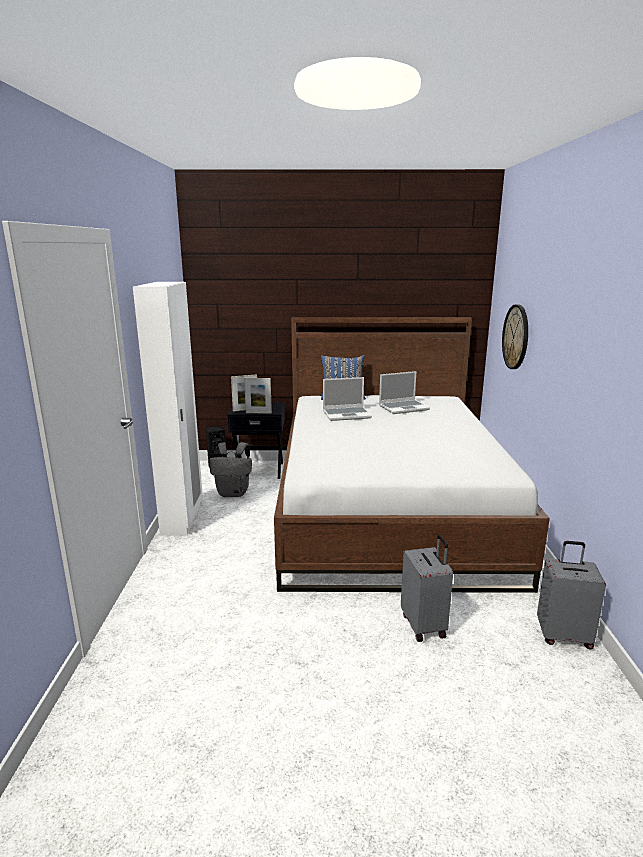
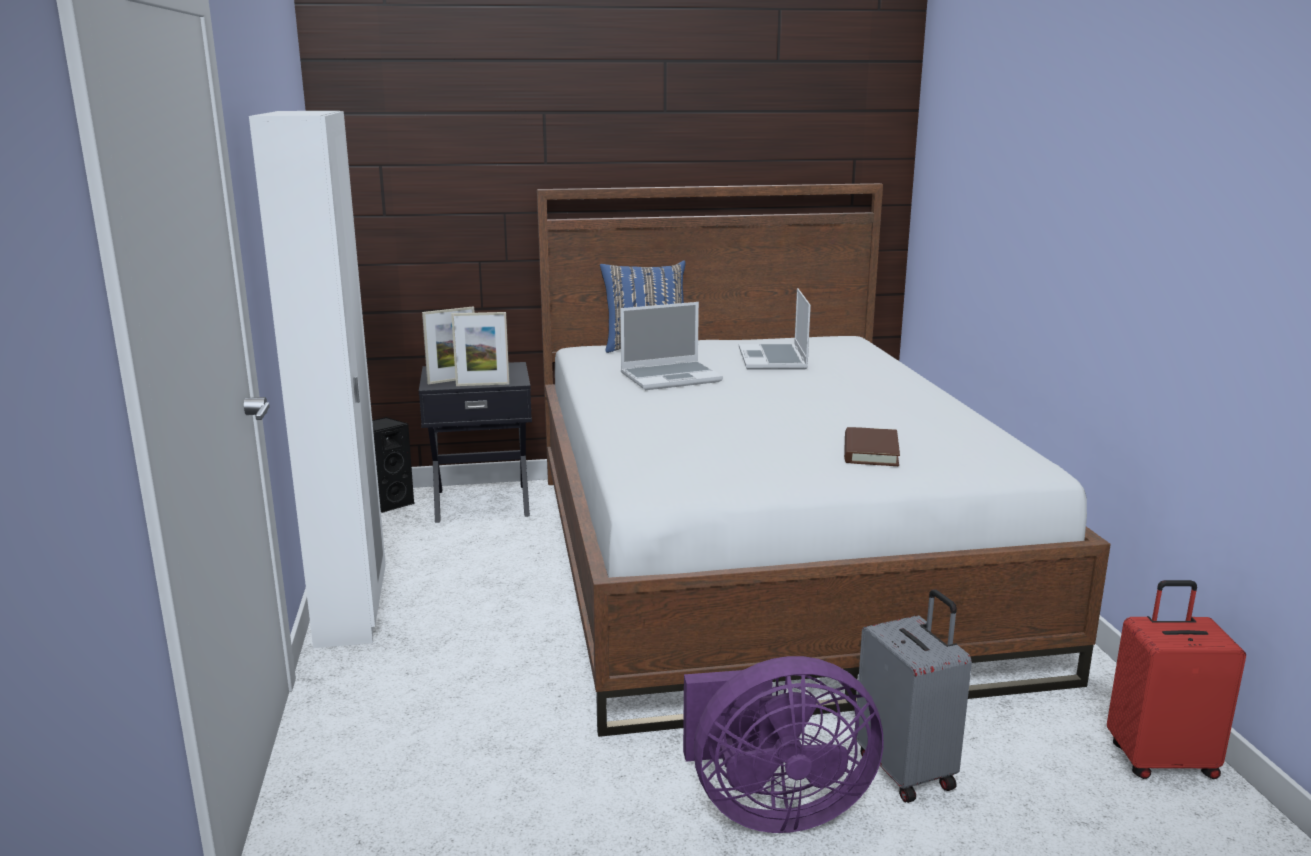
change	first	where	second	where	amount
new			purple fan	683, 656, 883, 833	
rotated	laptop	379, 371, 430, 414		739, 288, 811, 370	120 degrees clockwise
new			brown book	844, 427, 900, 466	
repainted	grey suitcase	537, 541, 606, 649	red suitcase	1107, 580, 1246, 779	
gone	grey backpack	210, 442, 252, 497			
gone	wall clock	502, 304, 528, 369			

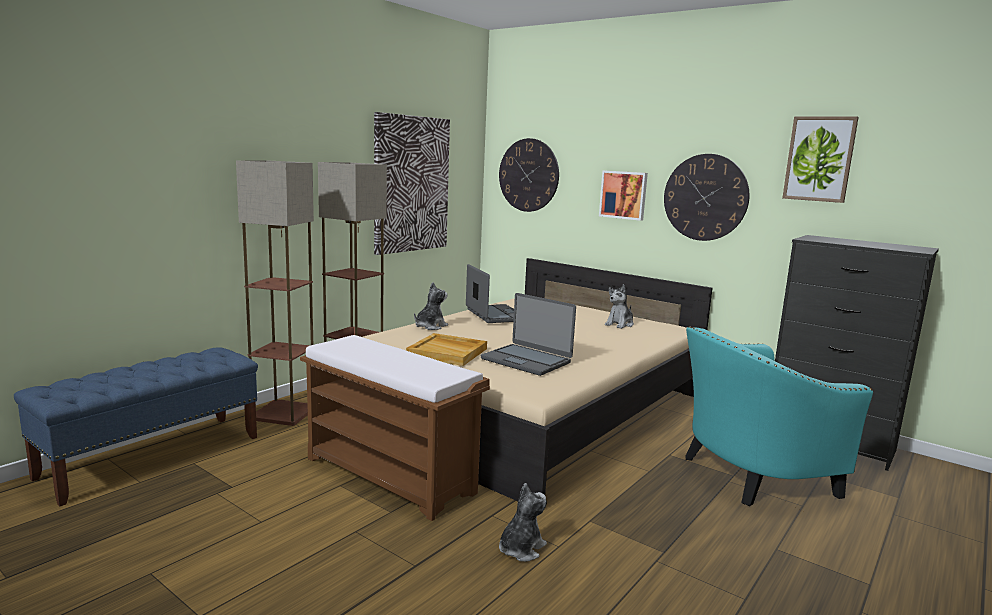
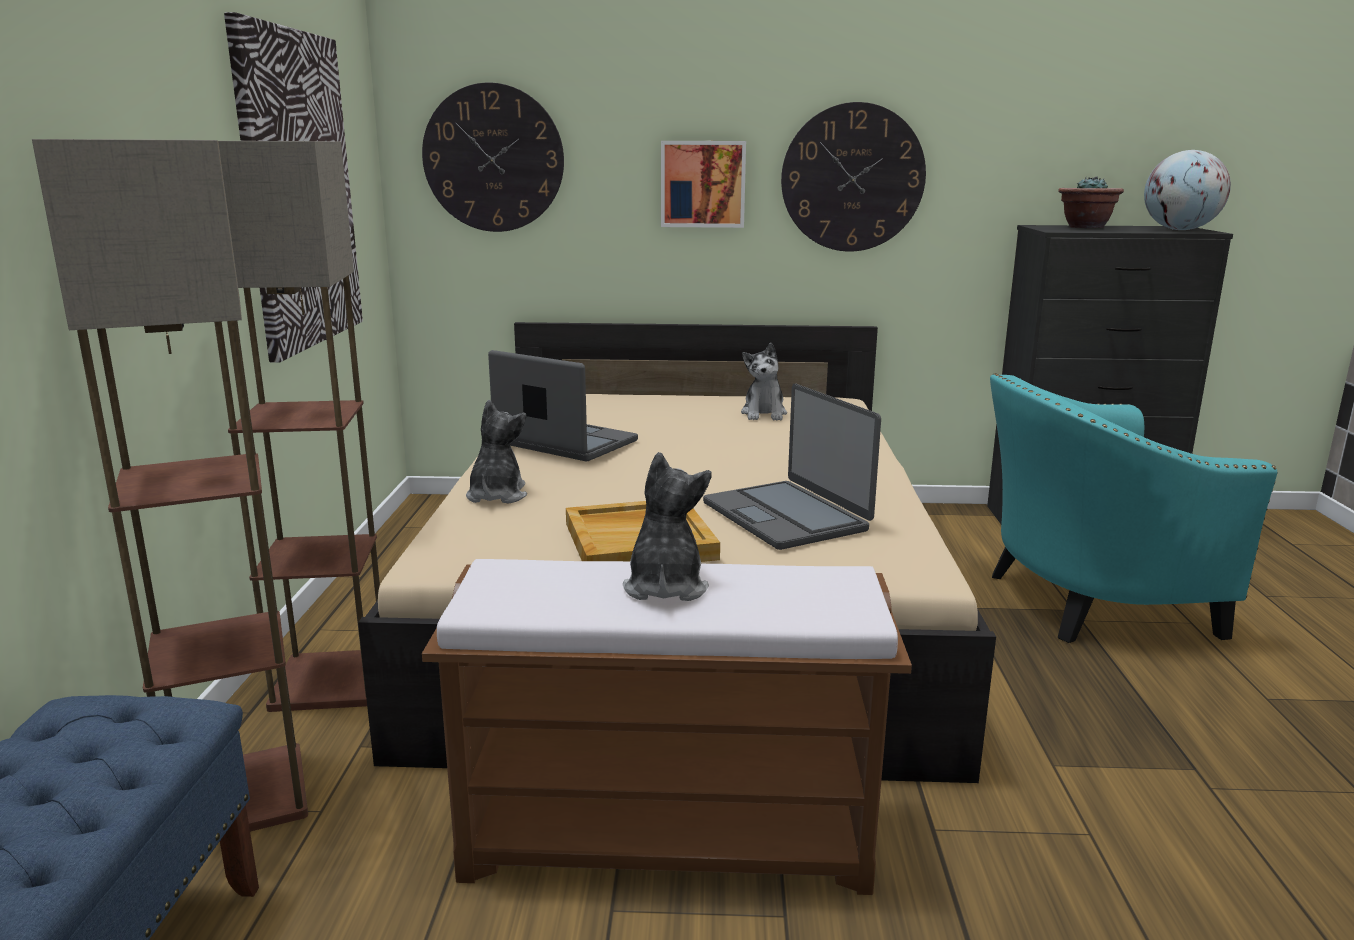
change	first	where	second	where	amount
shifted	plush toy	499, 483, 547, 562		623, 452, 712, 601	
rotated	laptop	481, 293, 576, 376		703, 384, 881, 550	60 degrees clockwise
rotated	turquoise armchair	685, 327, 873, 506		990, 373, 1278, 643	45 degrees clockwise
new			potted plant	1058, 176, 1124, 228	
new			globe	1144, 150, 1231, 230	
gone	picture	782, 116, 859, 203			

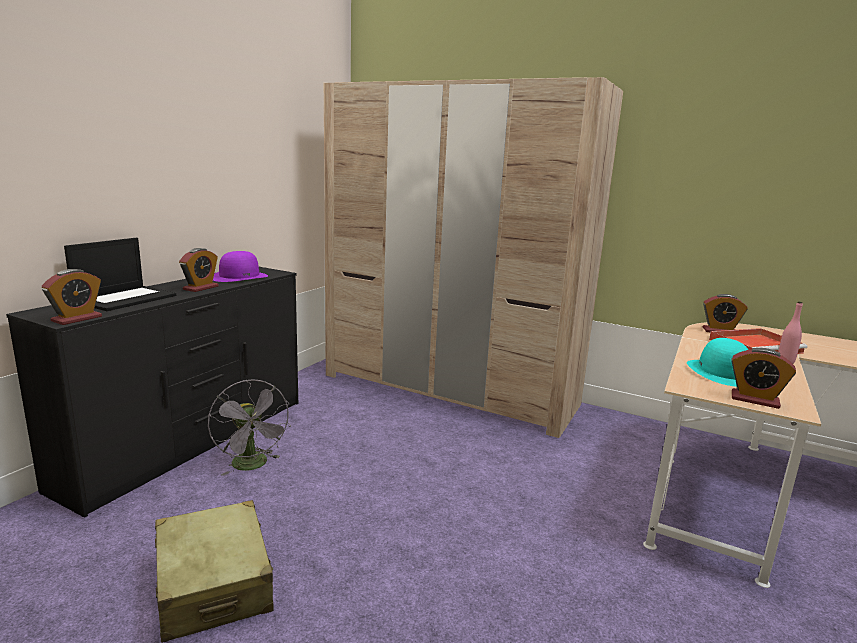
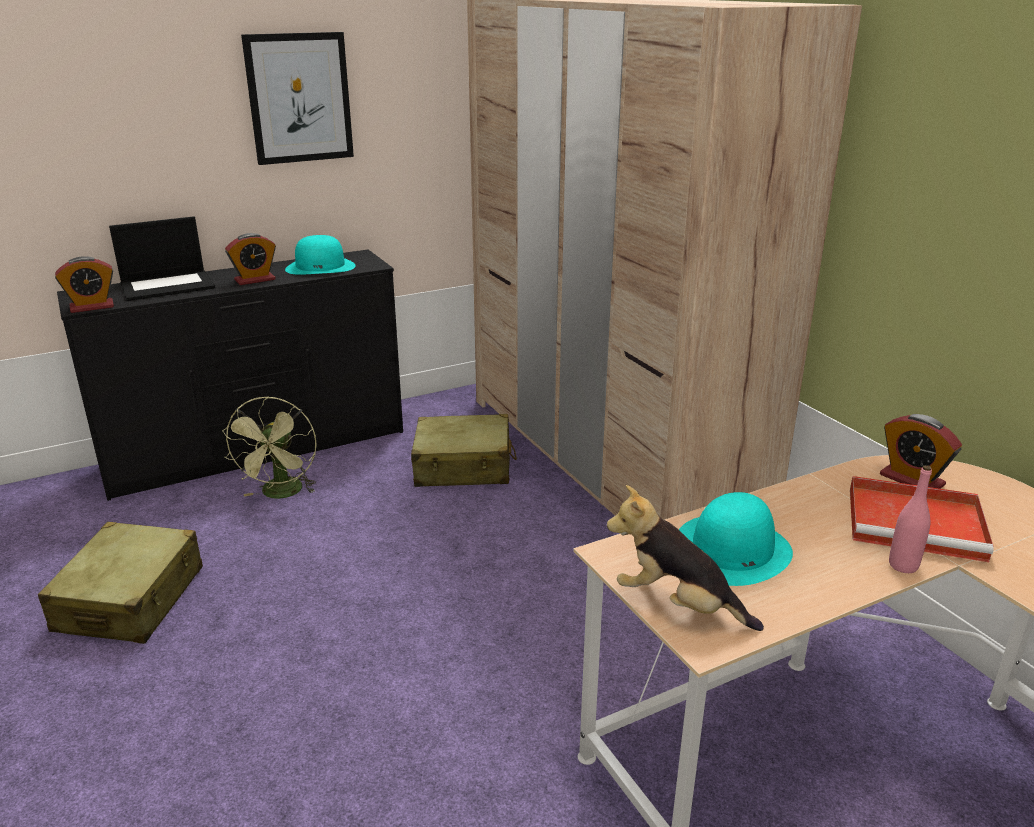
change	first	where	second	where	amount
repainted	grey fan	208, 379, 291, 476	green fan	222, 396, 317, 499	
new			picture	241, 32, 354, 165	
repainted	purple hat	213, 251, 268, 282	turquoise hat	285, 235, 356, 275	
new			beige suitcase	411, 414, 517, 487	
swapped	alarm clock	731, 348, 796, 409	plush toy	607, 485, 764, 631	

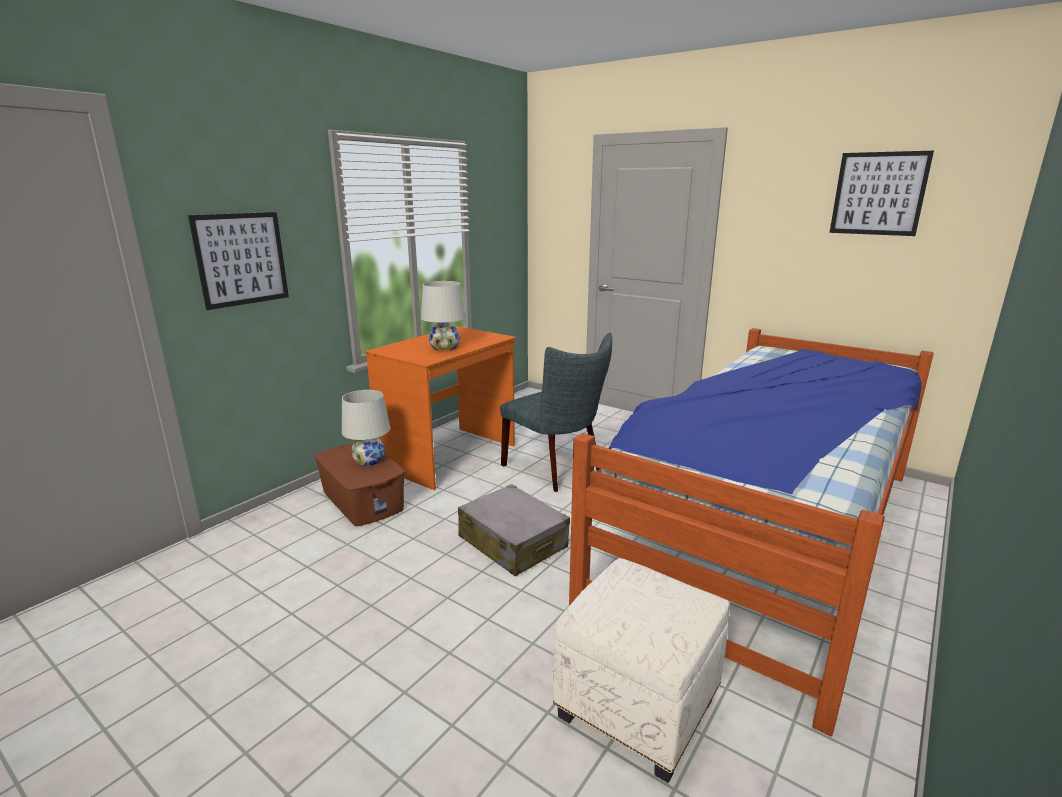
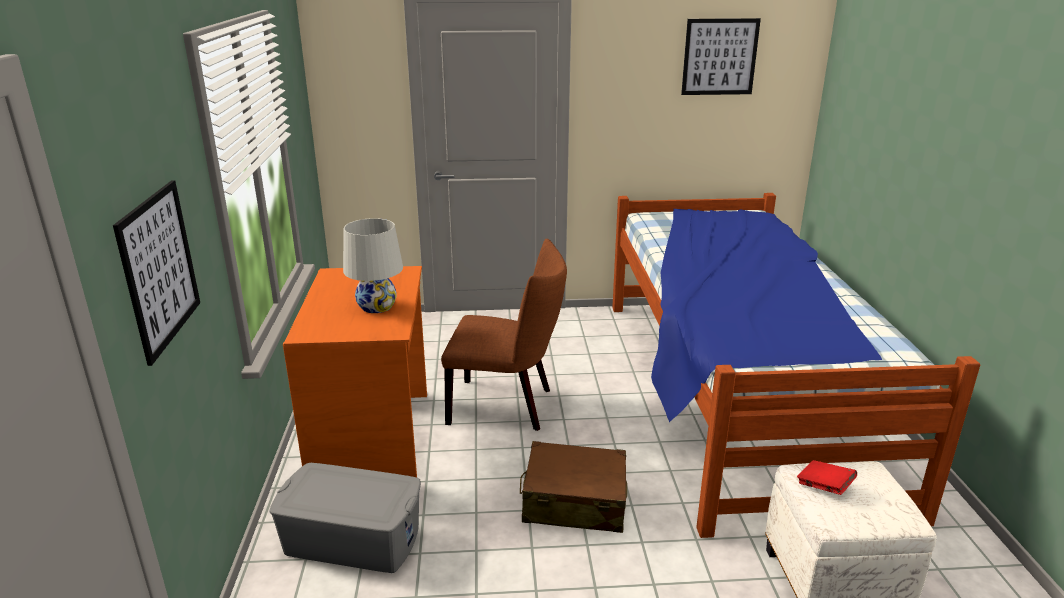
change	first	where	second	where	amount
repainted	brown storage box	314, 443, 405, 526	grey storage box	270, 463, 421, 573	
repainted	grey chair	500, 332, 612, 492	brown chair	441, 239, 567, 431	
repainted	grey suitcase	458, 484, 570, 576	brown suitcase	520, 441, 627, 533	
new			red book	797, 460, 857, 495	
gone	white table lamp	342, 390, 390, 466			

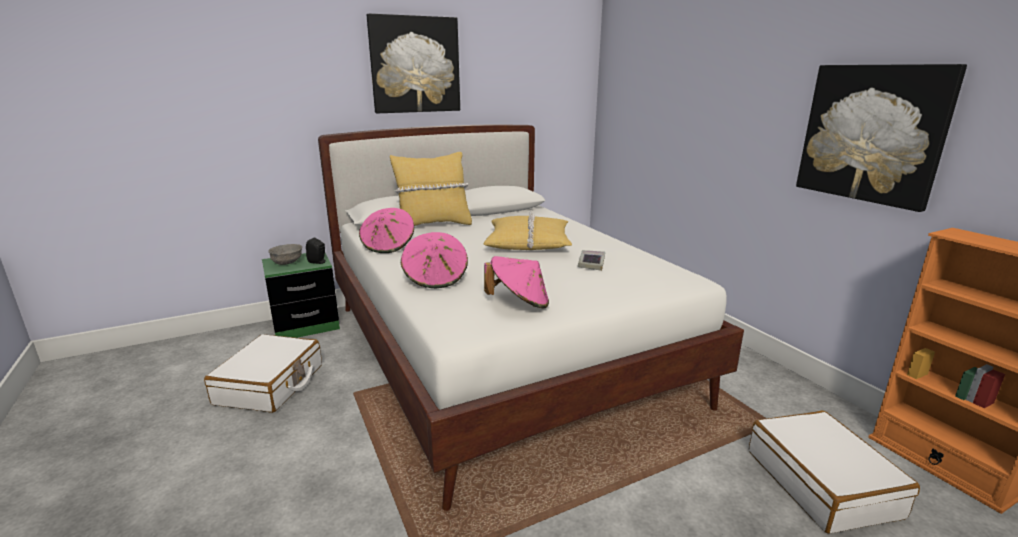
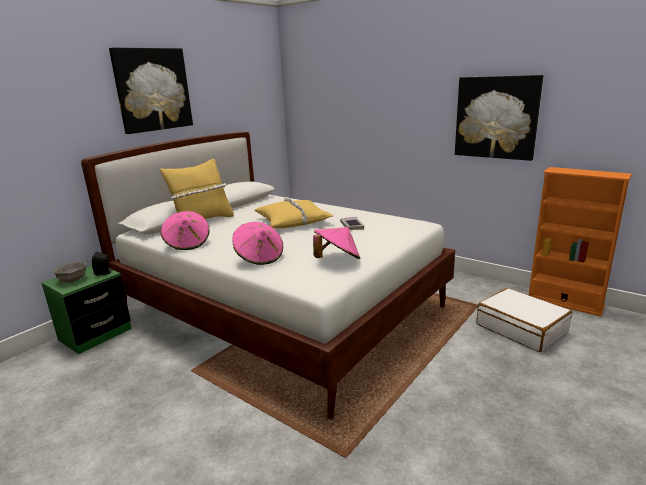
change	first	where	second	where	amount
gone	white suitcase	204, 334, 322, 413			

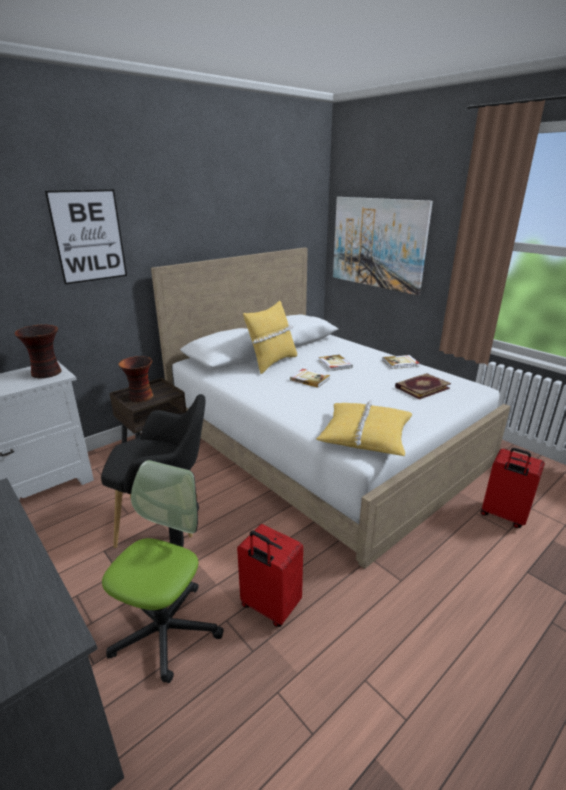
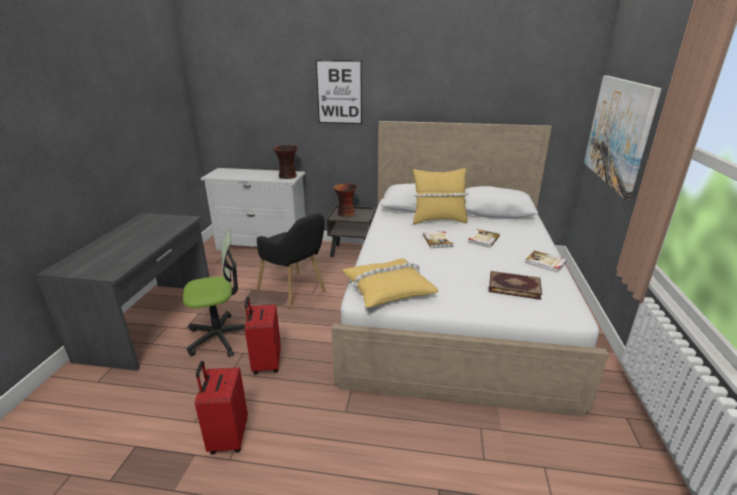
change	first	where	second	where	amount
shifted	red suitcase	480, 448, 545, 528		195, 361, 248, 454	

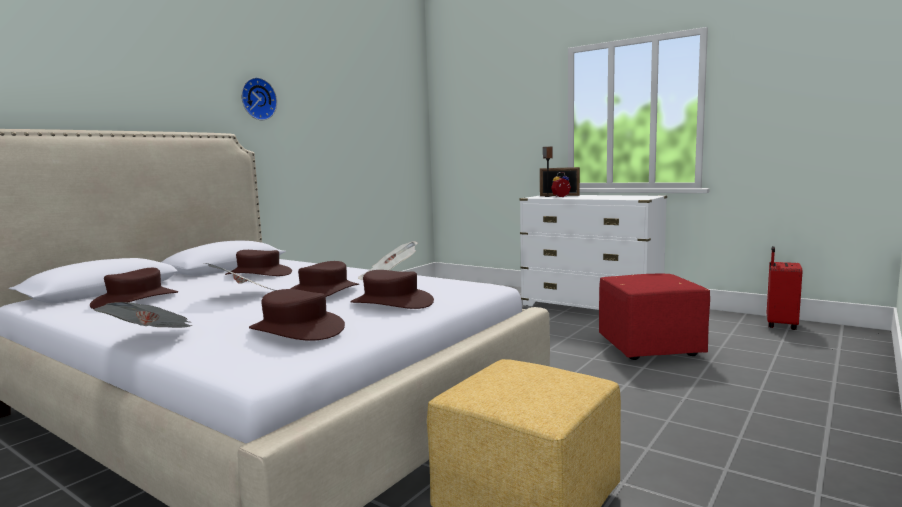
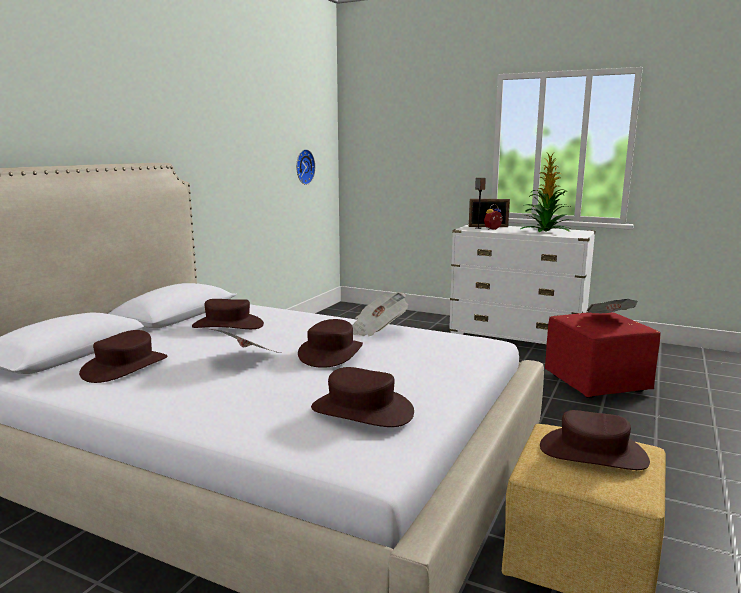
change	first	where	second	where	amount
shifted	wall clock	241, 77, 277, 120		296, 149, 315, 185	
new			potted plant	520, 153, 572, 232	
shifted	brown hat	351, 270, 434, 309		540, 410, 650, 470	
shifted	newspaper	93, 302, 192, 328		586, 299, 638, 313	
gone	red suitcase	767, 246, 803, 330			

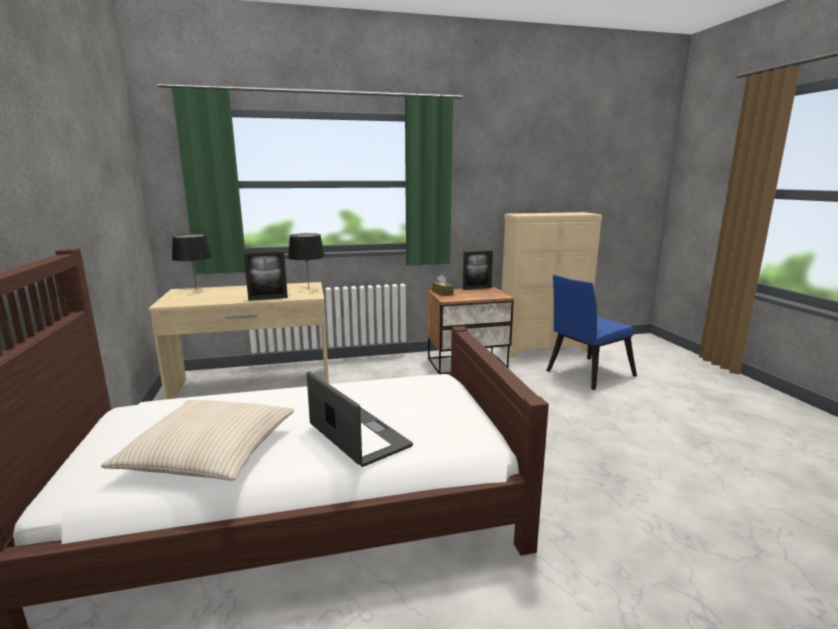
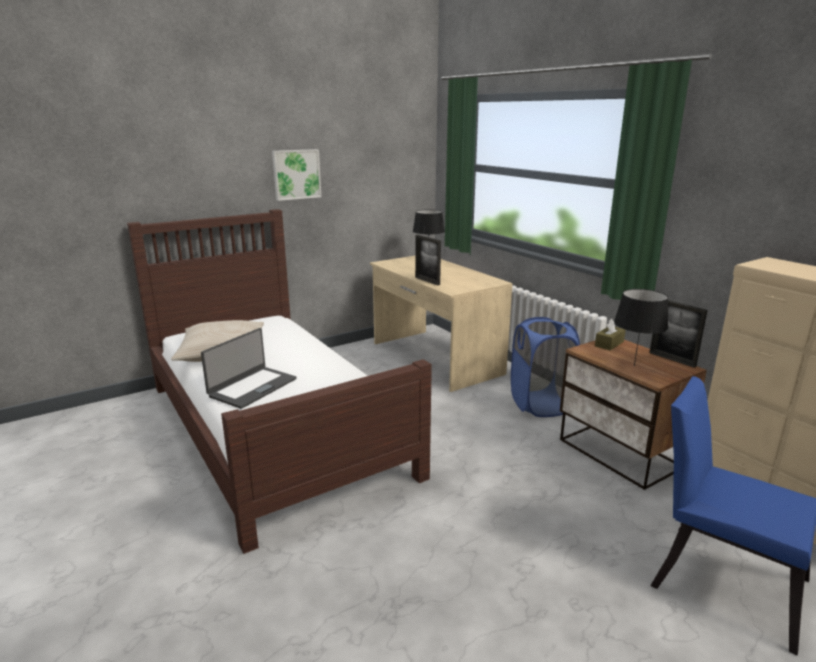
change	first	where	second	where	amount
new			picture	272, 149, 321, 201	
new			blue laundry basket	511, 317, 580, 417	
shifted	black table lamp	288, 233, 325, 290		614, 289, 668, 367	

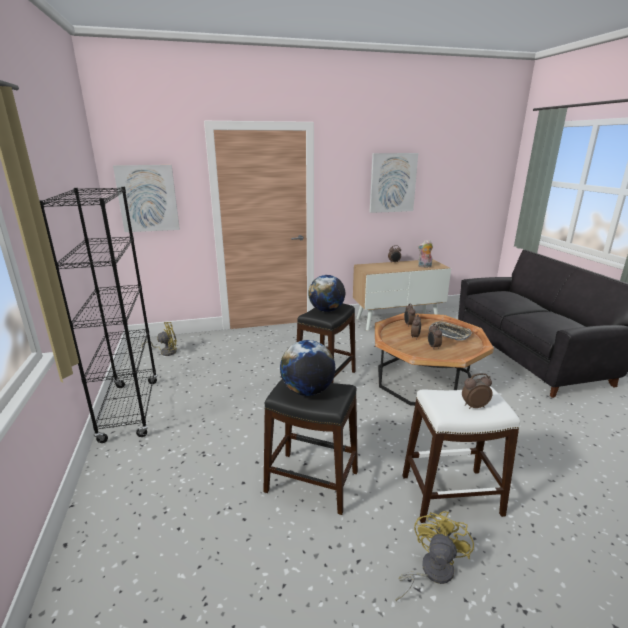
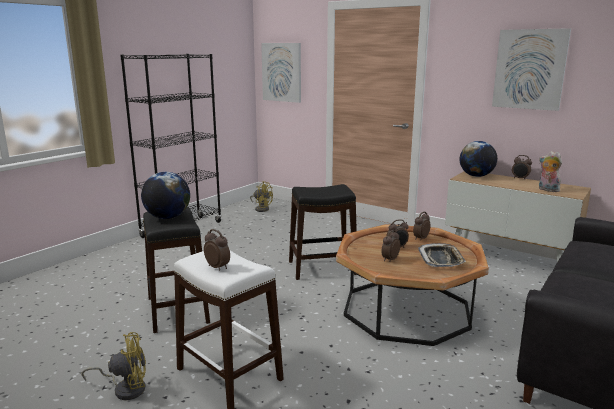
change	first	where	second	where	amount
shifted	globe	308, 275, 345, 312		459, 141, 497, 177	

